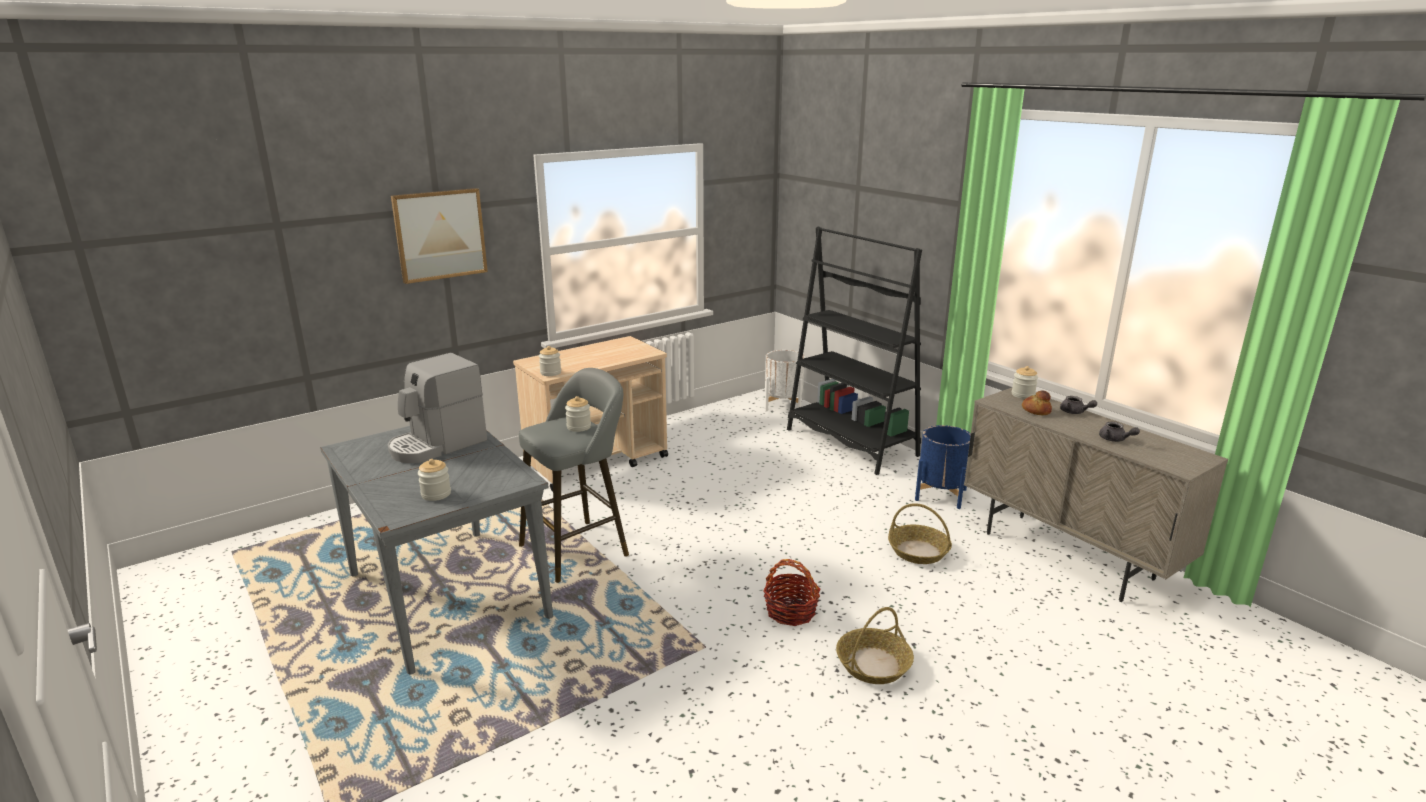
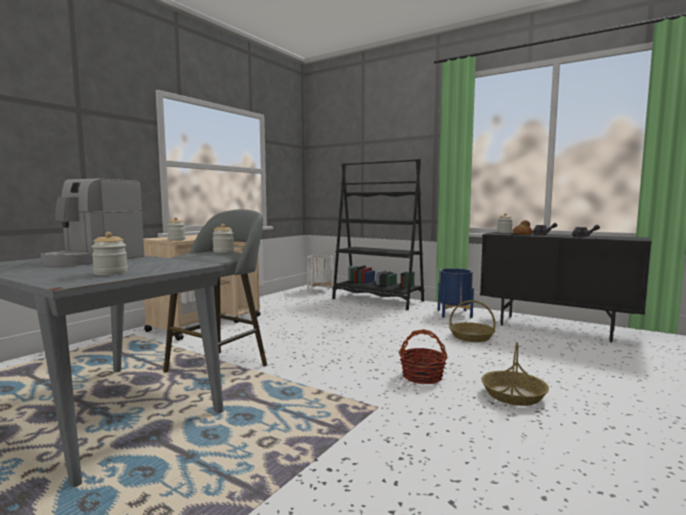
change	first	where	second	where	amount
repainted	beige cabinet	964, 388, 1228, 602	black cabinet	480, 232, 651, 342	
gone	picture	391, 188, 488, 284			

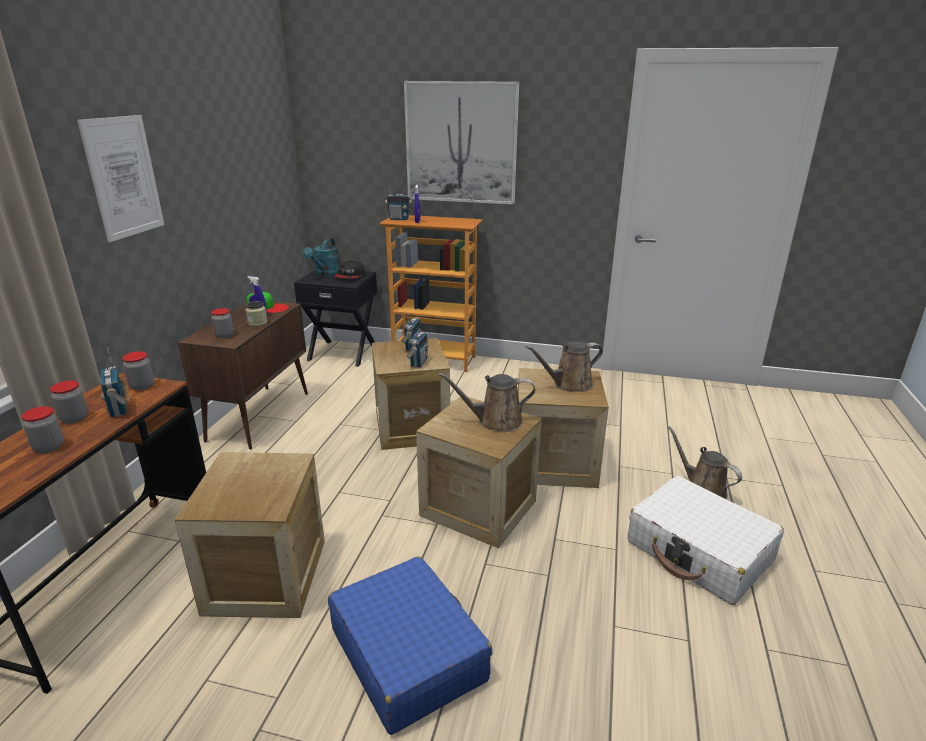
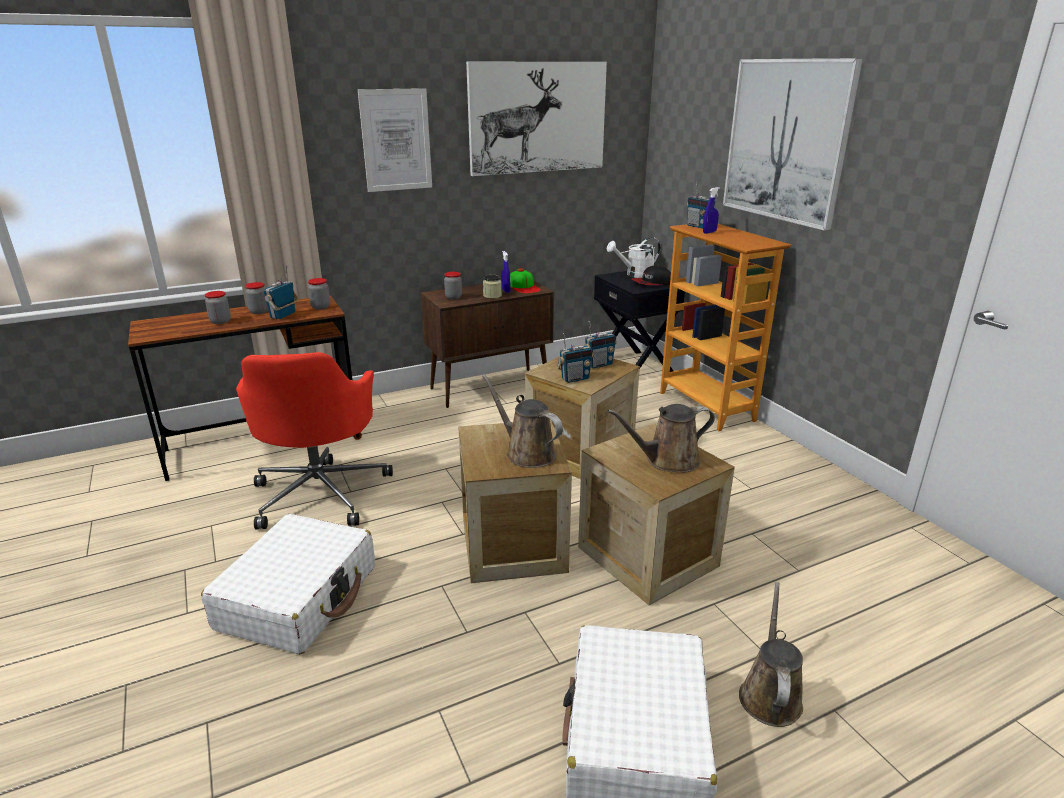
change	first	where	second	where	amount
repainted	blue suitcase	328, 556, 492, 735	white suitcase	201, 514, 375, 655	
swapped	crate	175, 452, 325, 618	red office chair	236, 352, 393, 529	
new			picture	466, 62, 607, 176	
repainted	turquoise watering can	303, 238, 339, 276	white watering can	607, 237, 661, 278	
rotated	brown watering can	526, 341, 603, 392		607, 404, 715, 473	45 degrees counterclockwise

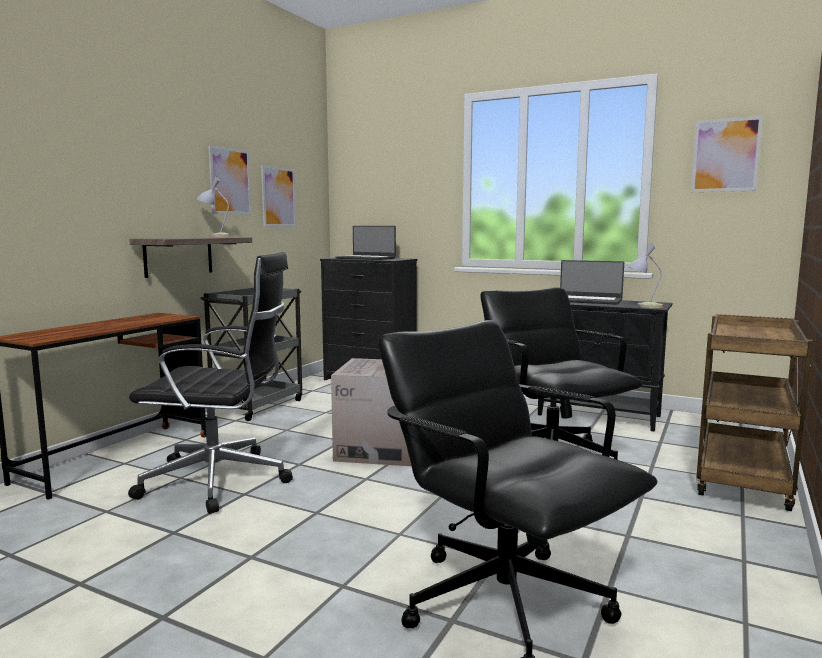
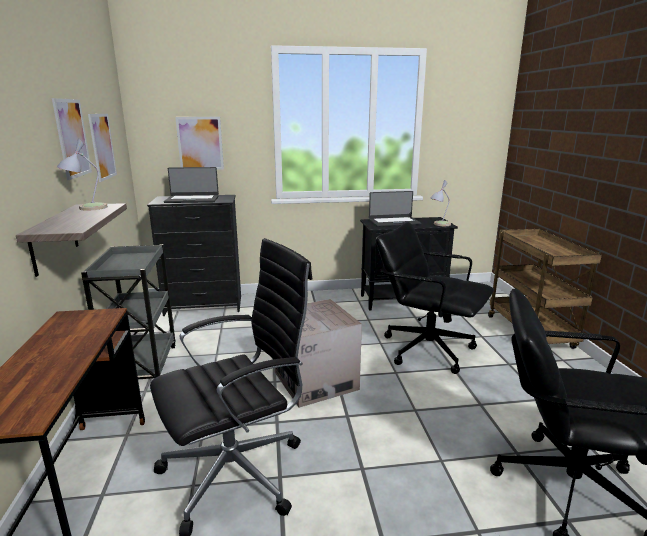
change	first	where	second	where	amount
shifted	picture	691, 116, 763, 192		175, 117, 224, 170	

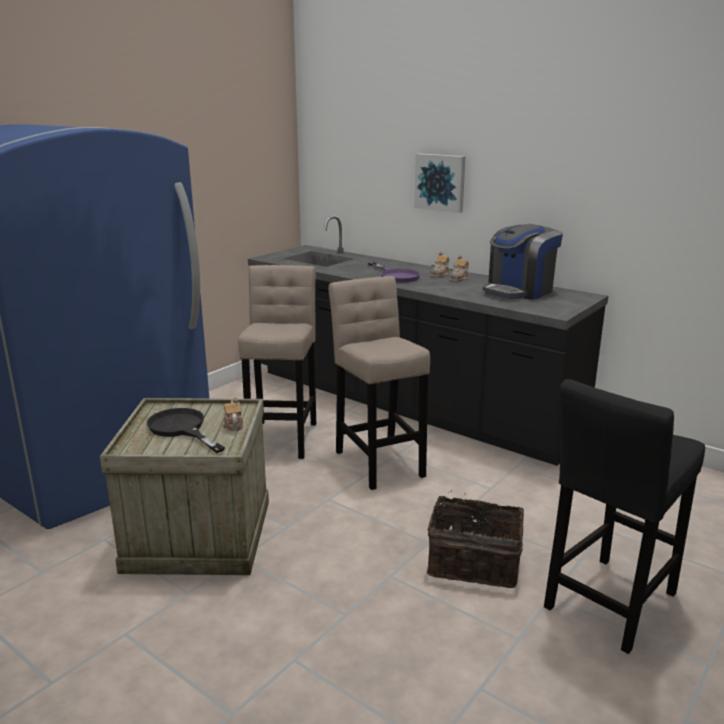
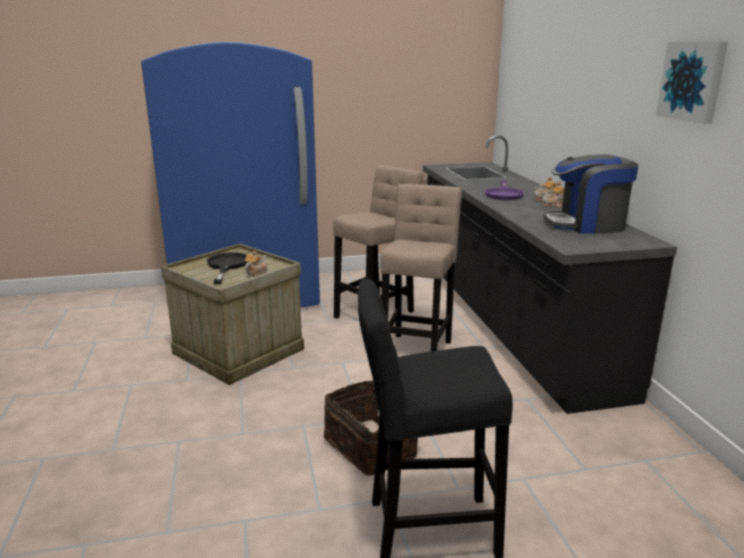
change	first	where	second	where	amount
shifted	picture	414, 154, 465, 213		656, 42, 728, 124	

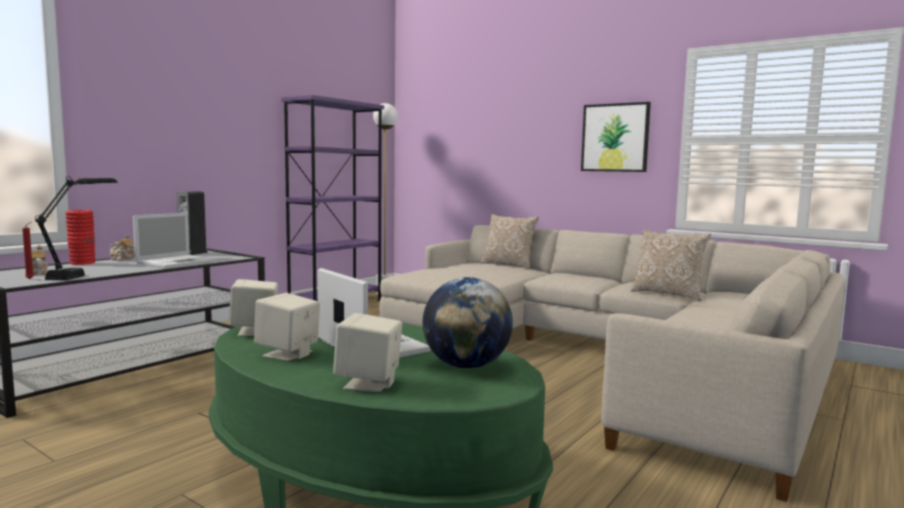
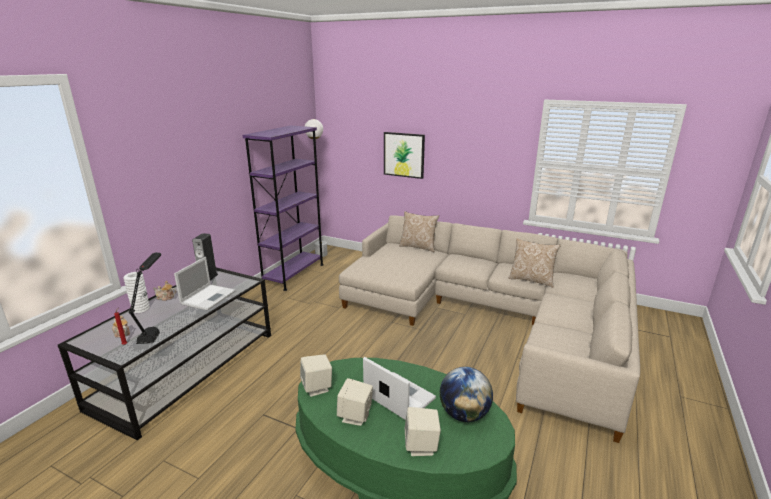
change	first	where	second	where	amount
repainted	red vase	65, 210, 95, 265	white vase	123, 272, 150, 313	
shifted	picture	581, 102, 651, 172		384, 132, 425, 179	

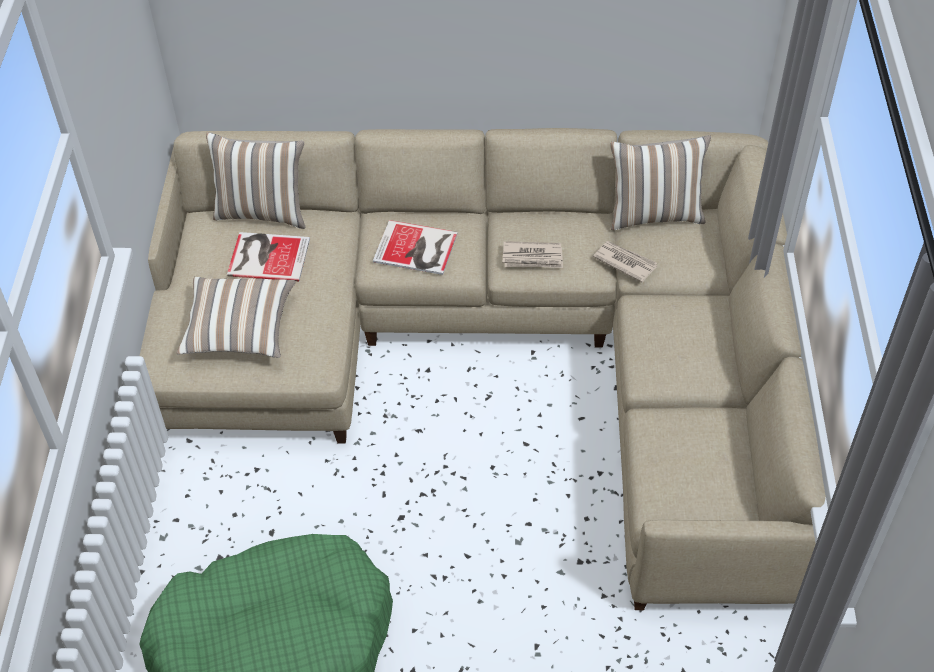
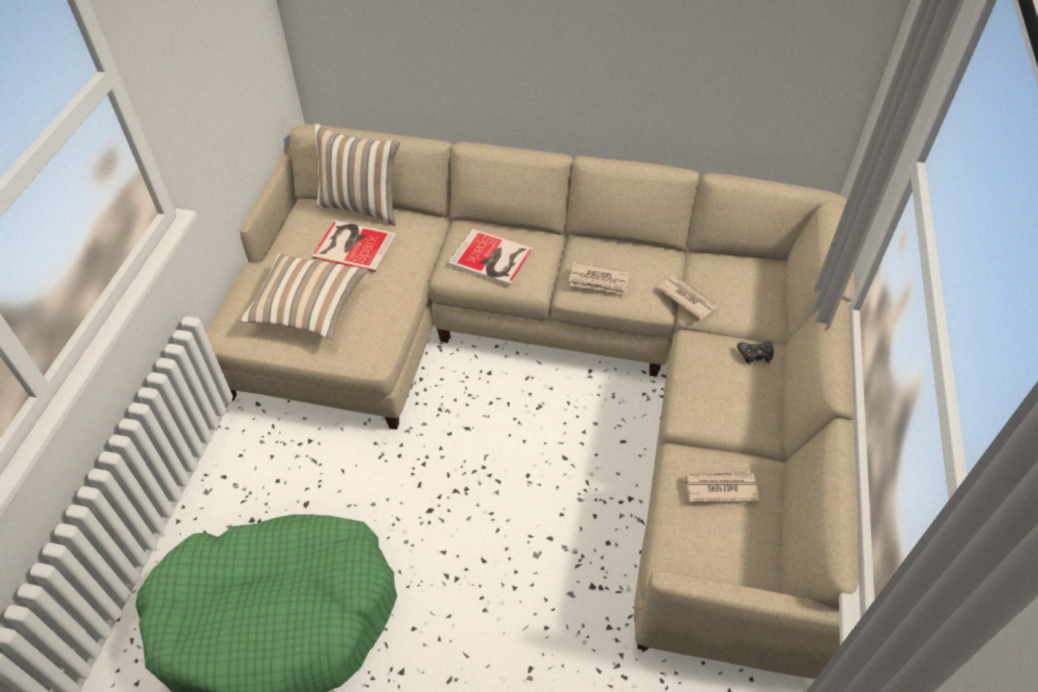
change	first	where	second	where	amount
new			newspaper	683, 470, 759, 502	
new			black game controller	737, 341, 774, 365	
gone	pillow	610, 135, 711, 230			

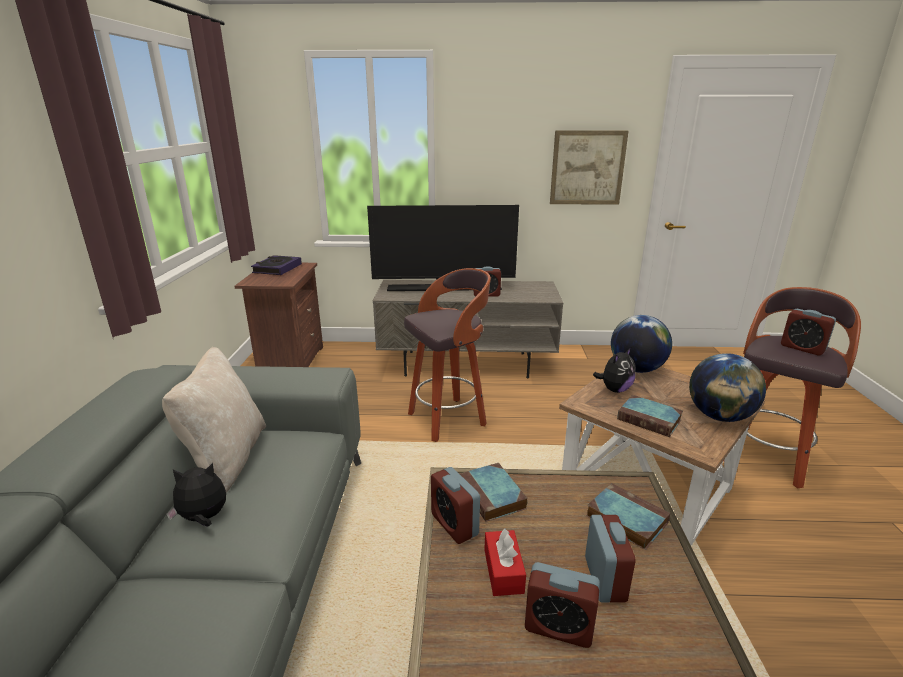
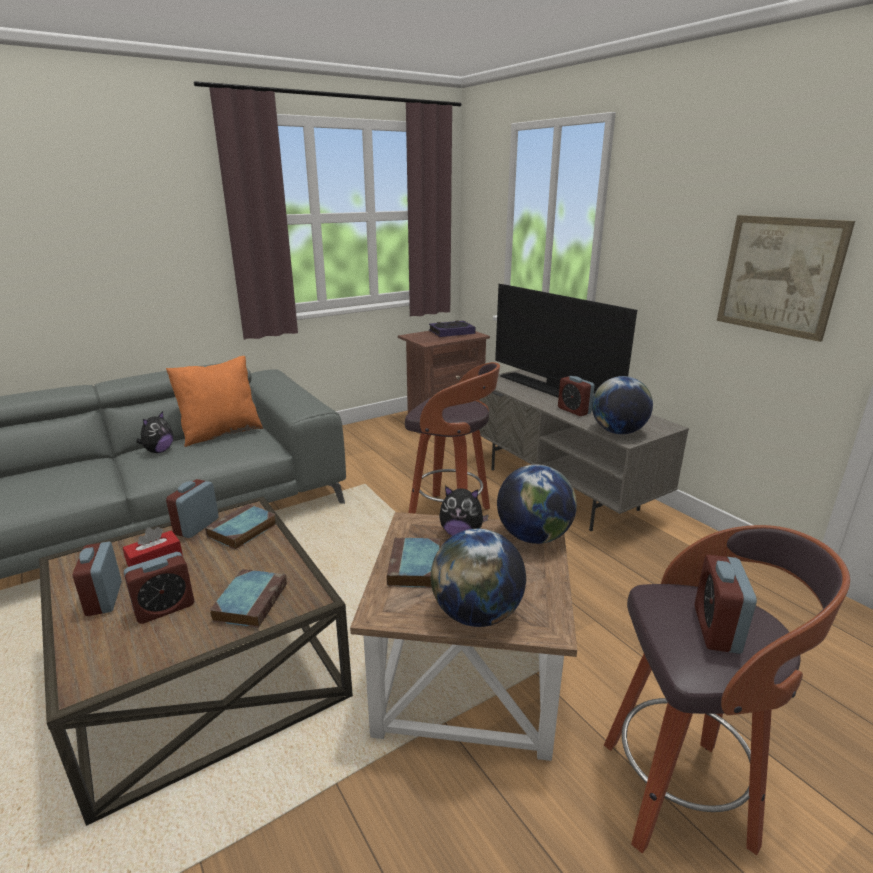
change	first	where	second	where	amount
rotated	plush toy	166, 463, 226, 527		136, 411, 173, 453	75 degrees clockwise
repainted	beige pillow	162, 347, 266, 492	orange pillow	166, 356, 263, 447	
new			globe	592, 376, 653, 434	

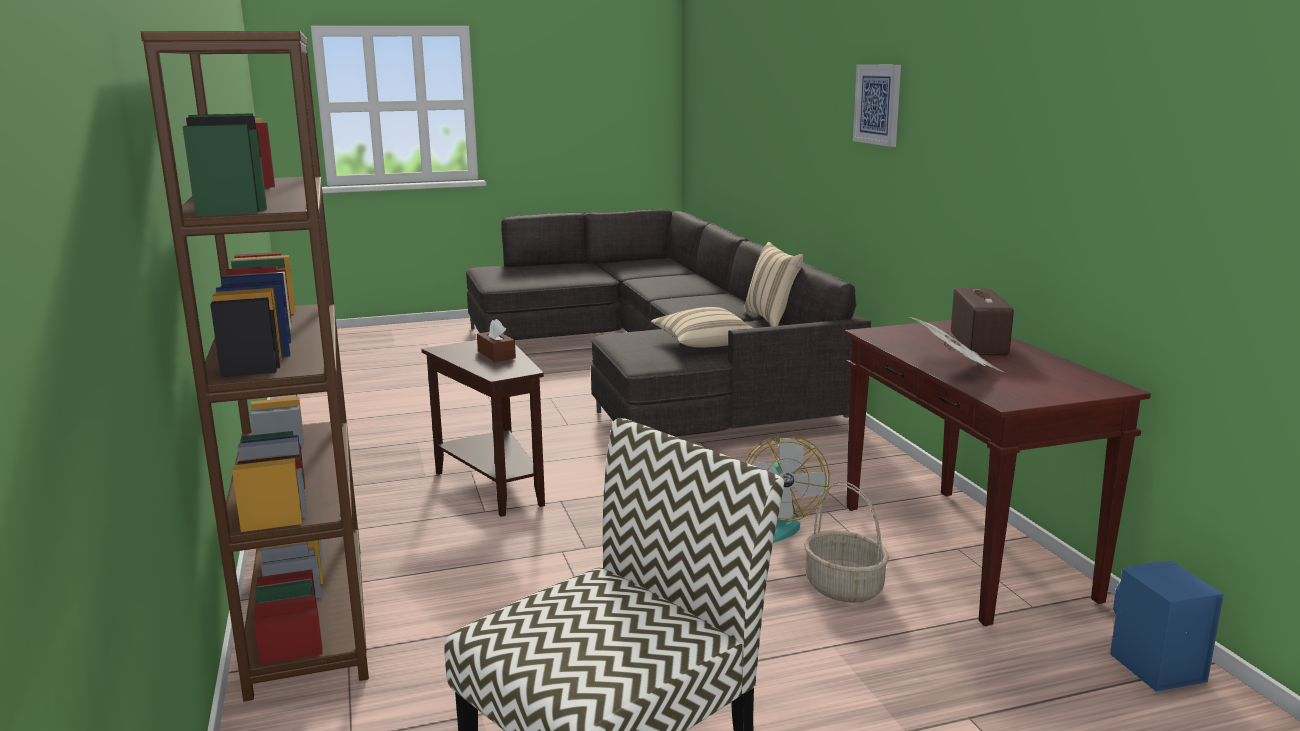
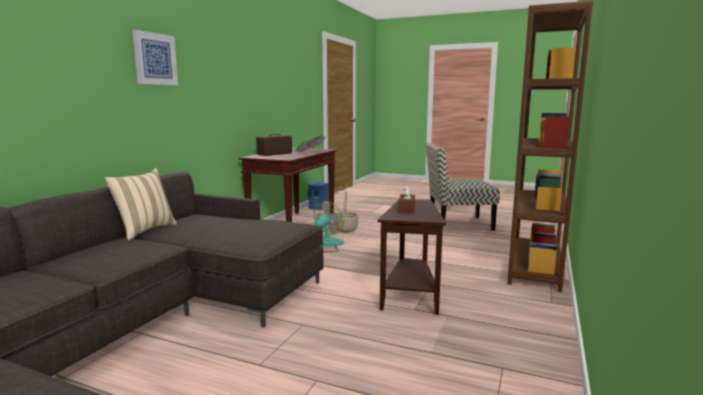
change	first	where	second	where	amount
gone	beige pillow	651, 307, 753, 347			

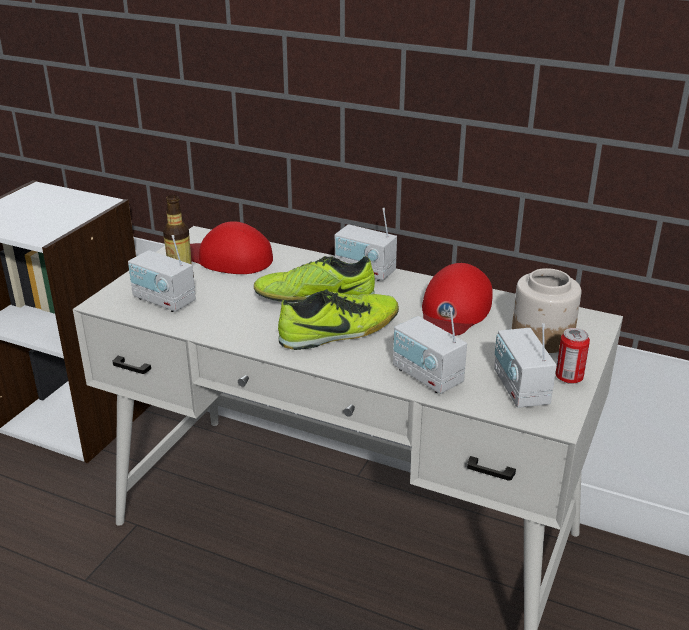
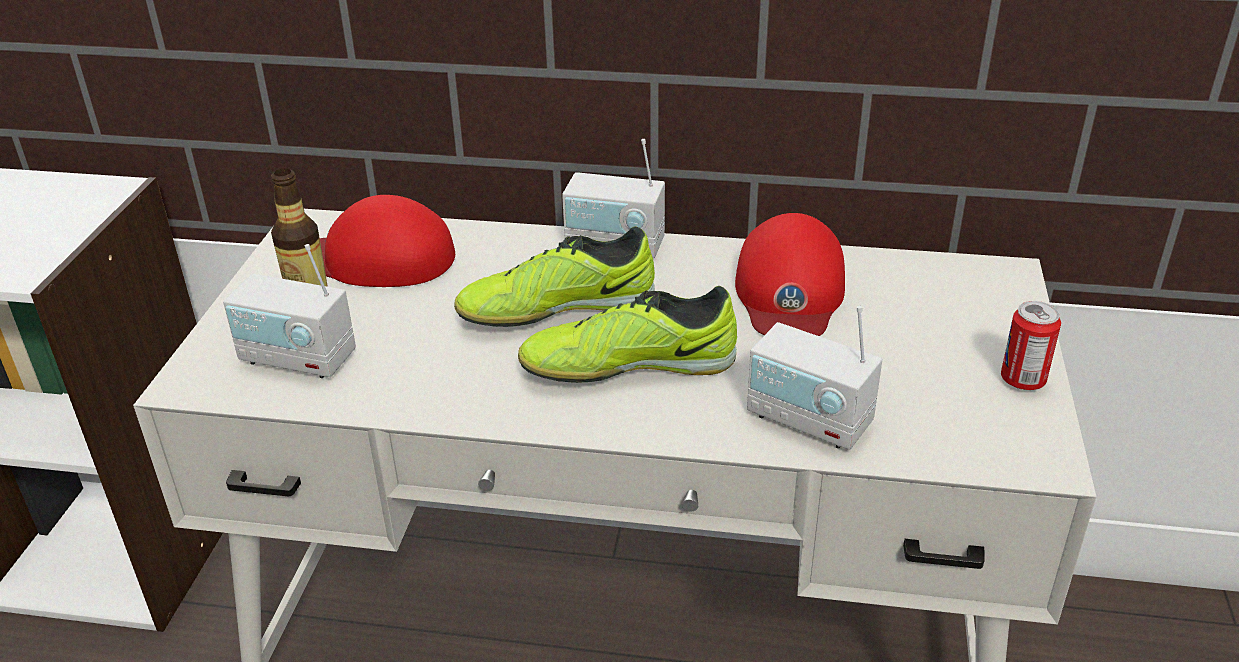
change	first	where	second	where	amount
rotated	shoe	278, 289, 399, 350		518, 286, 737, 383	150 degrees counterclockwise
gone	radio	494, 323, 557, 408			
gone	jar	512, 268, 581, 353			

